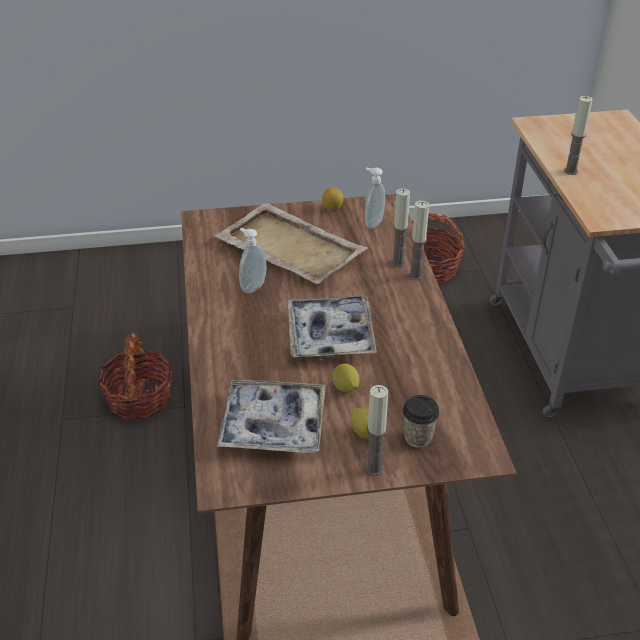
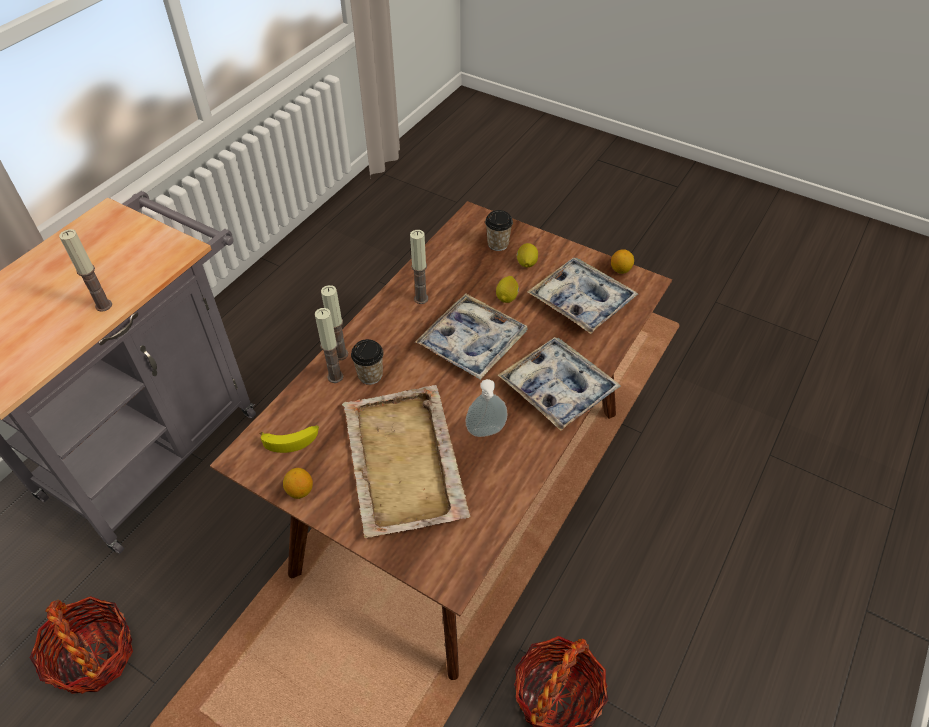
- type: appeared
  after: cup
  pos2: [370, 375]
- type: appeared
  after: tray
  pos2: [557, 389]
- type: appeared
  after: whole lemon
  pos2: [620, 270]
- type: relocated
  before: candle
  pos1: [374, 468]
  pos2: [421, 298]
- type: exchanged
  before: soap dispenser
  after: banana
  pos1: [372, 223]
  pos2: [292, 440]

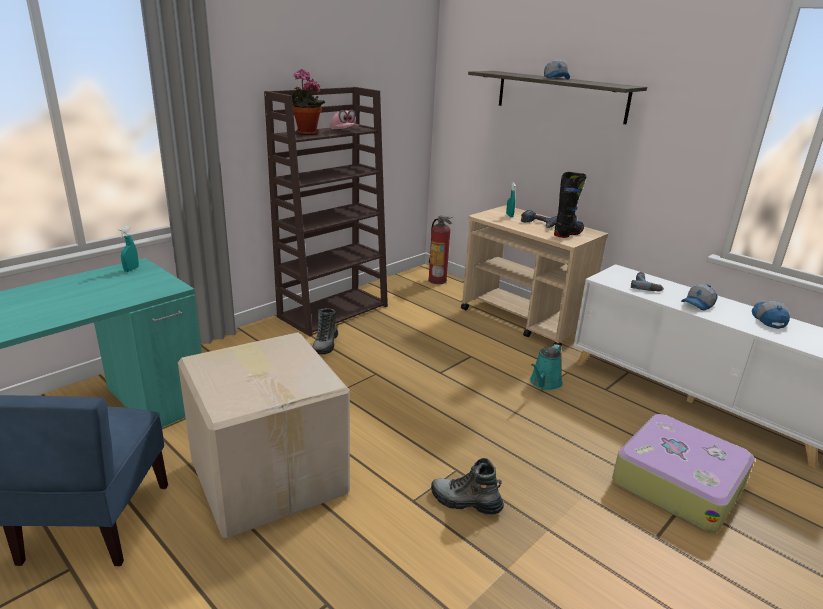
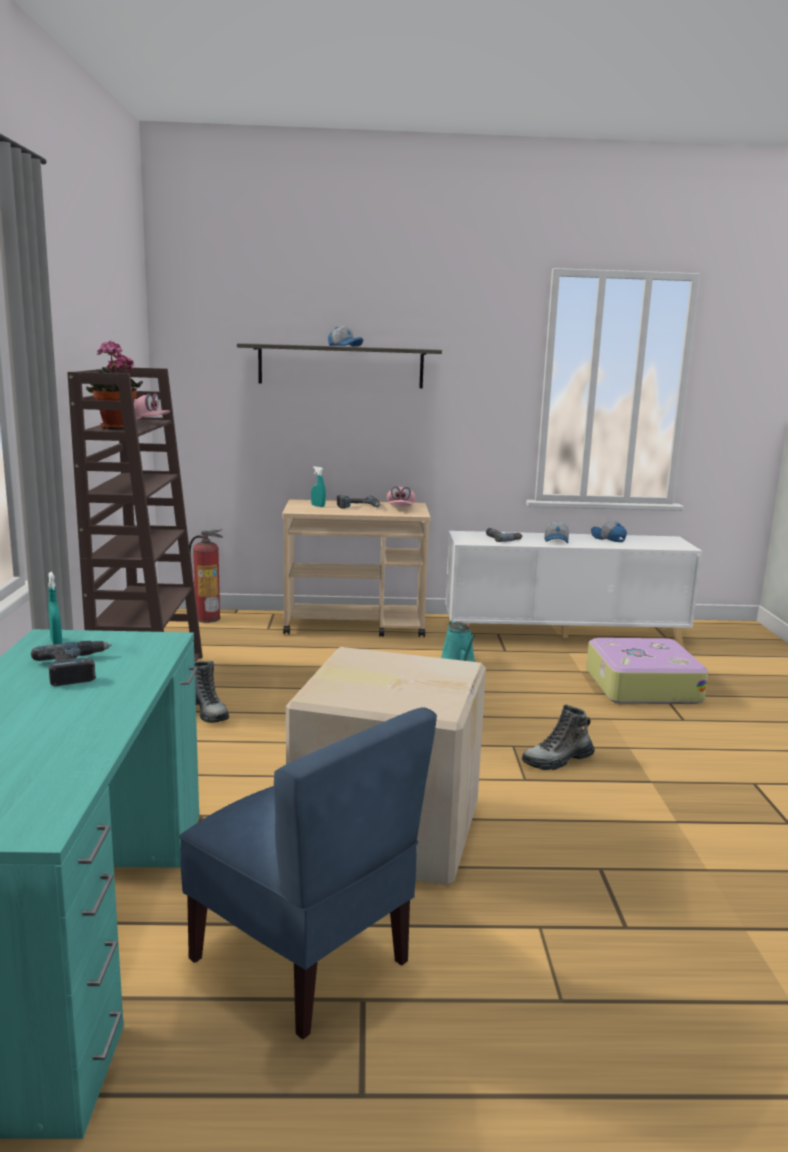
- type: appeared
  after: drill
  pos2: [76, 669]
- type: exchanged
  before: high-top boot/black
  after: peaked cap/pinkish
  pos1: [568, 234]
  pos2: [400, 509]

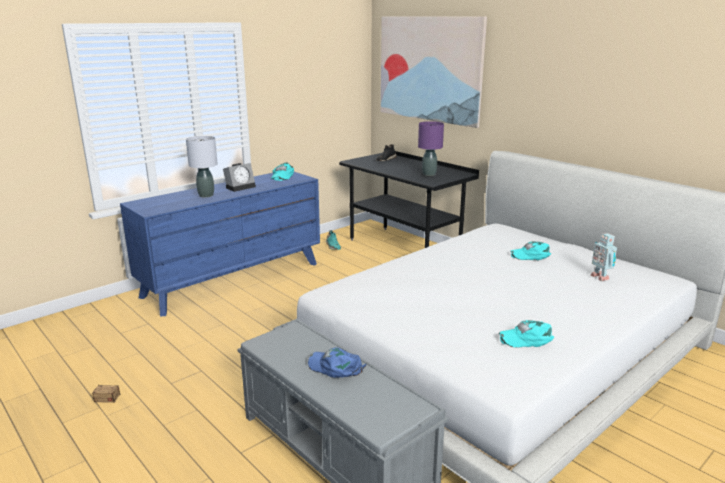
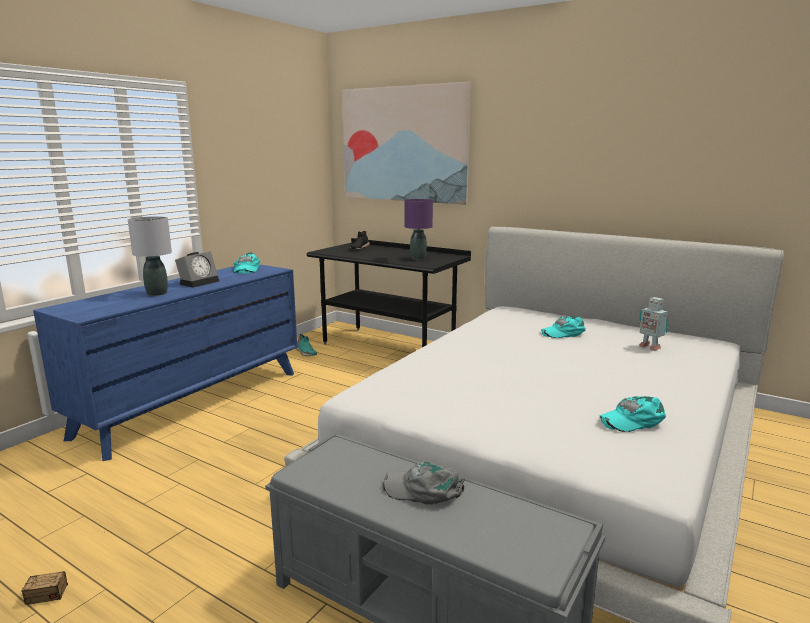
- type: colour
  before: peaked cap/blue
  after: peaked cap/greyish
  pos1: [335, 367]
  pos2: [424, 489]

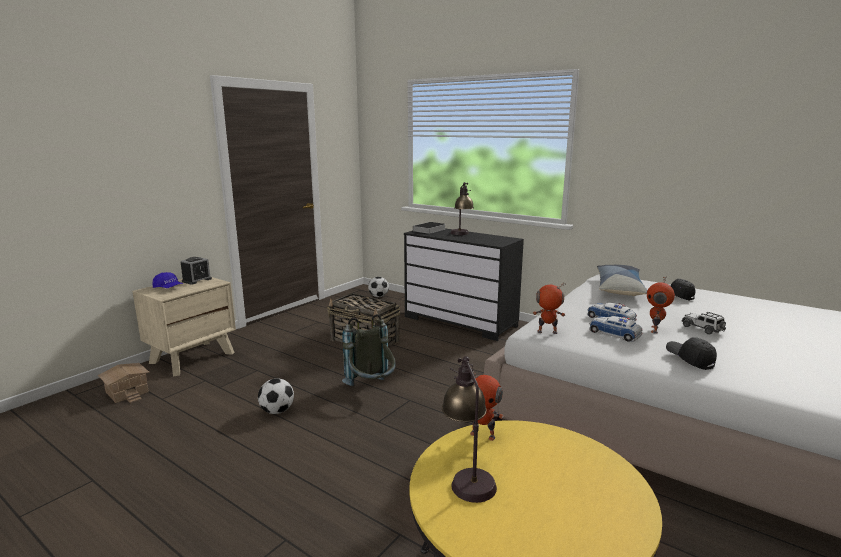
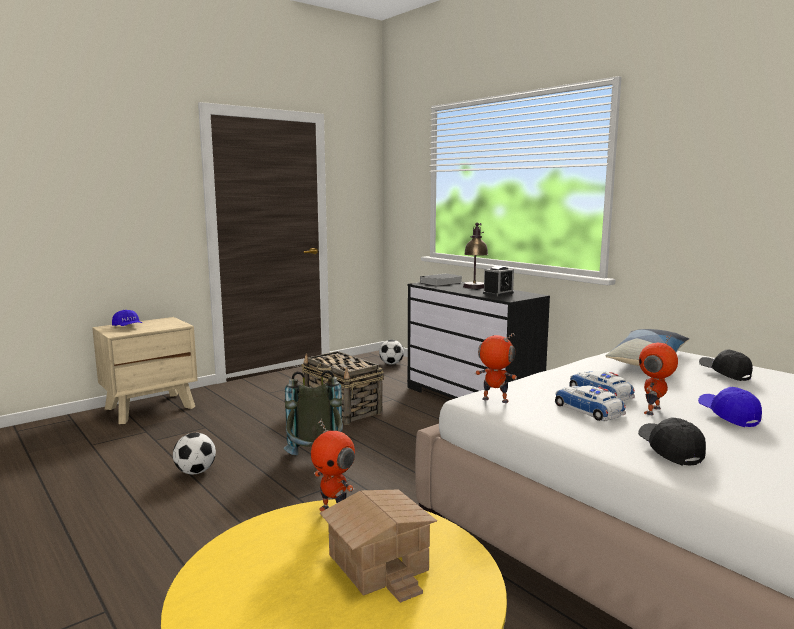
- type: missing
  before: tabletop lamp
  pos1: [467, 475]
- type: relocated
  before: model house
  pos1: [126, 392]
  pos2: [376, 563]
- type: relocated
  before: table clock
  pos1: [197, 280]
  pos2: [498, 293]
- type: exchanged
  before: toy car
  after: peaked cap/blue
  pos1: [702, 329]
  pos2: [728, 416]

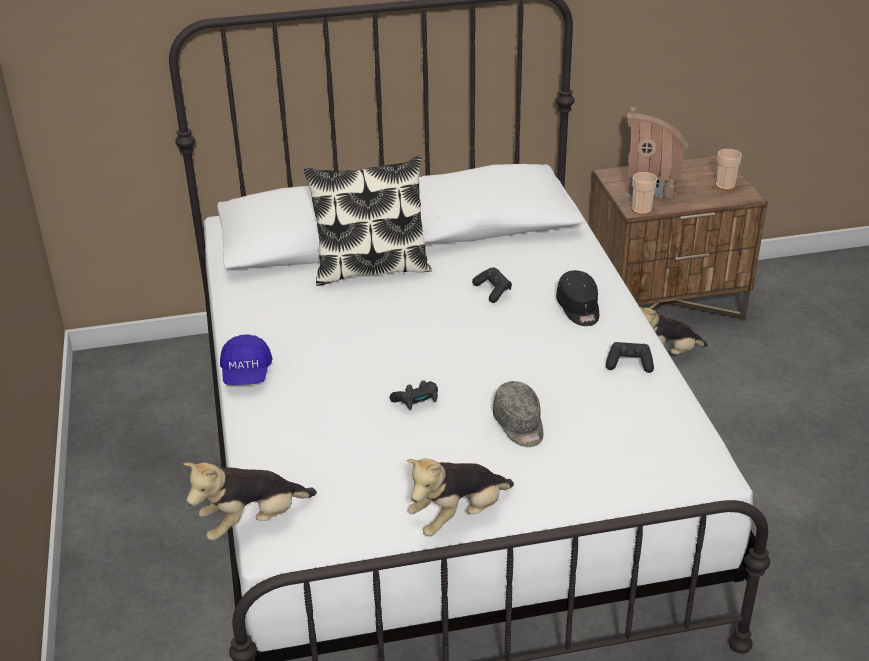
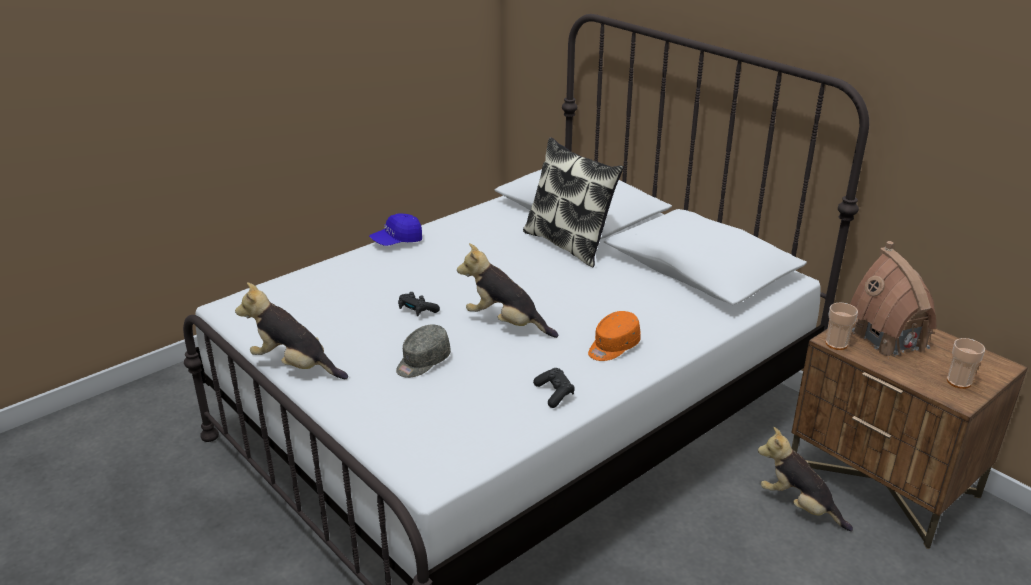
- type: missing
  before: game controller/black
  pos1: [493, 291]
- type: relocated
  before: cuddly toy
  pos1: [252, 522]
  pos2: [506, 323]
- type: colour
  before: peaked cap/black
  after: peaked cap/orange
  pos1: [579, 309]
  pos2: [613, 347]

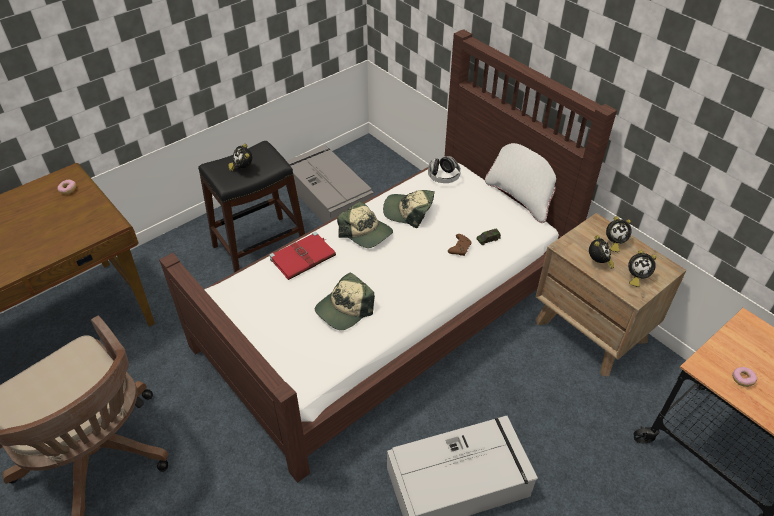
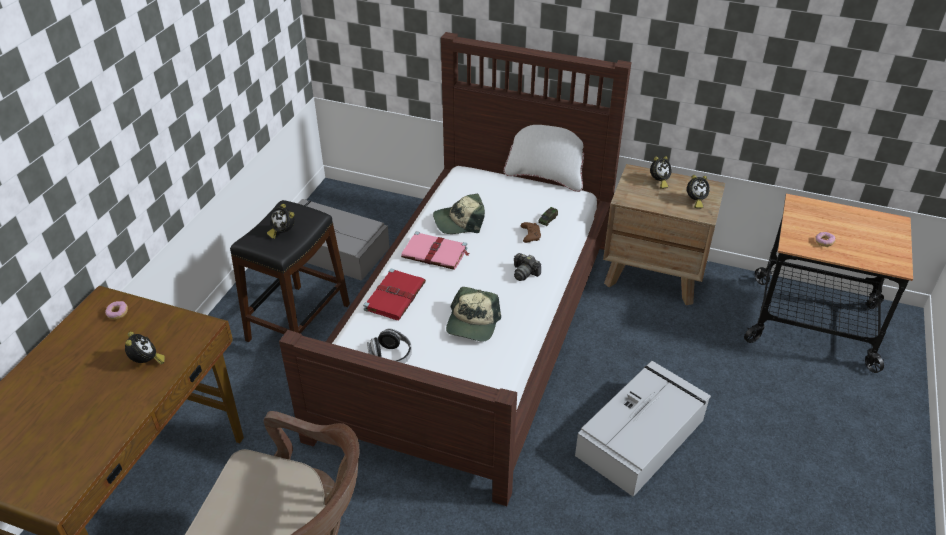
- type: appeared
  after: photo camera
  pos2: [524, 273]
- type: relocated
  before: pair of headphones
  pos1: [443, 177]
  pos2: [390, 357]
- type: relocated
  before: table clock
  pos1: [598, 262]
  pos2: [147, 362]
- type: exchanged
  before: peaked cap
  after: bound book/pinkish
  pos1: [366, 232]
  pos2: [436, 253]

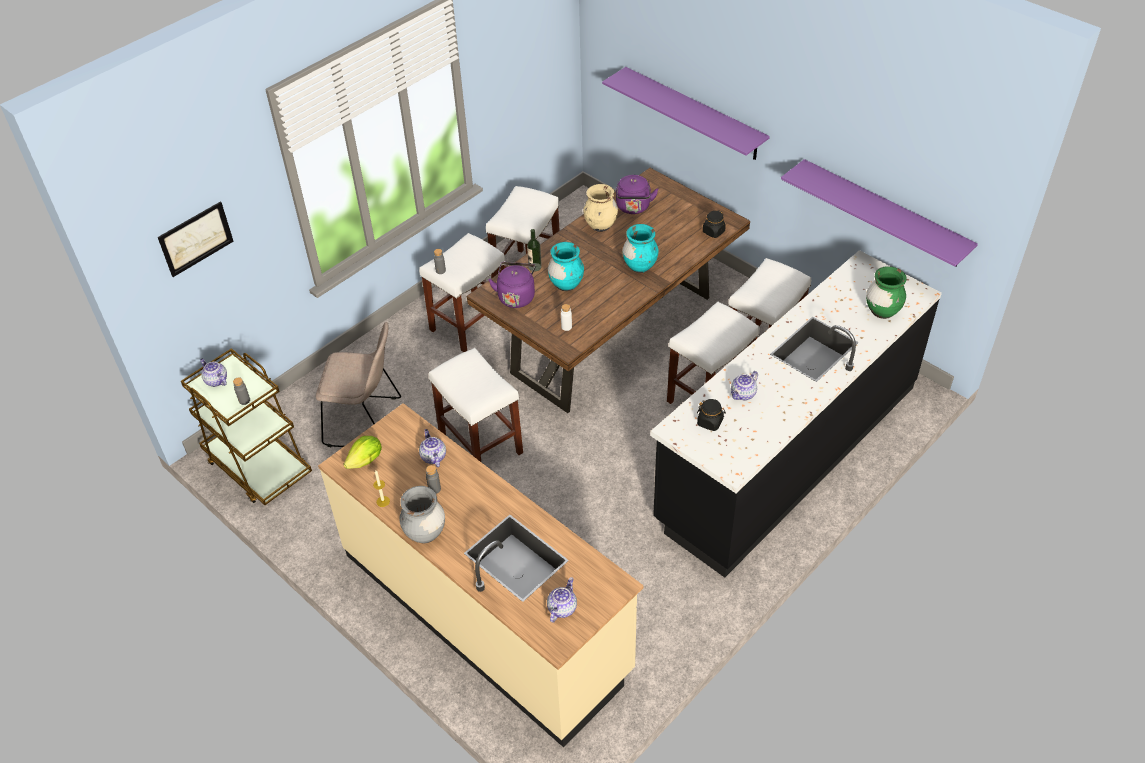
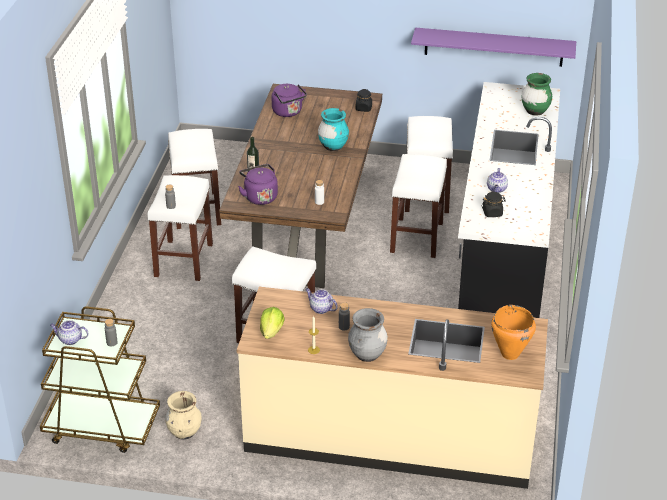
- type: missing
  before: wall art
  pos1: [196, 238]
- type: missing
  before: plain chair/beige
  pos1: [366, 422]
- type: missing
  before: flower vase/blue-green
  pos1: [566, 284]
- type: missing
  before: shelf/purple-coloured
  pos1: [694, 114]
- type: relocated
  before: flower vase/beige
  pos1: [600, 226]
  pos2: [184, 432]
- type: exchanged
  before: tea pot
  after: saucepot/orange
  pos1: [562, 608]
  pos2: [509, 354]

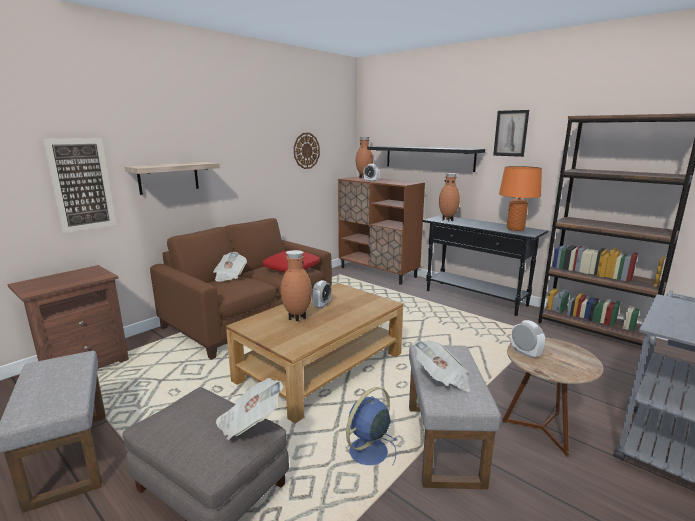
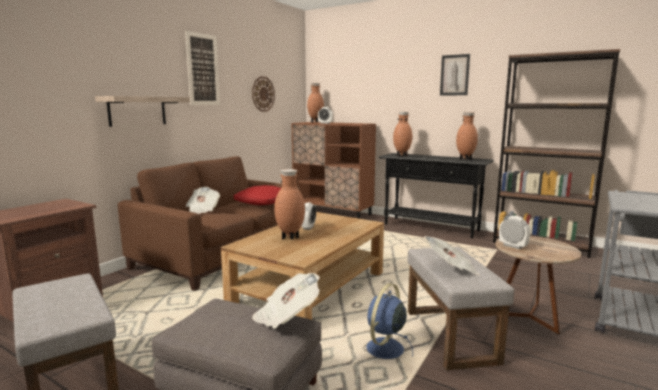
- type: missing
  before: shelf/black
  pos1: [428, 158]
- type: relocated
  before: wall art
  pos1: [82, 185]
  pos2: [203, 69]
- type: exchanged
  before: tabletop lamp/orange
  after: flower vase/brown
  pos1: [515, 229]
  pos2: [465, 159]

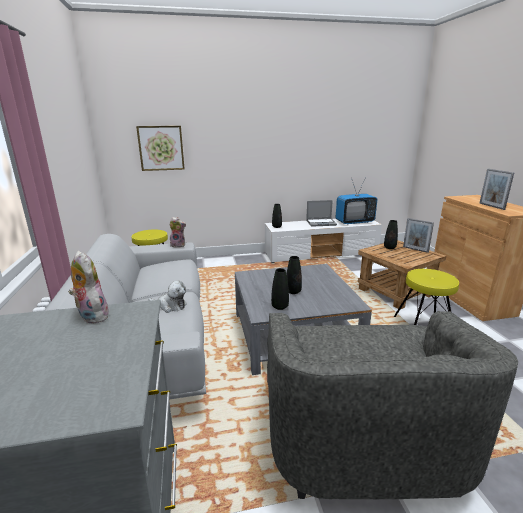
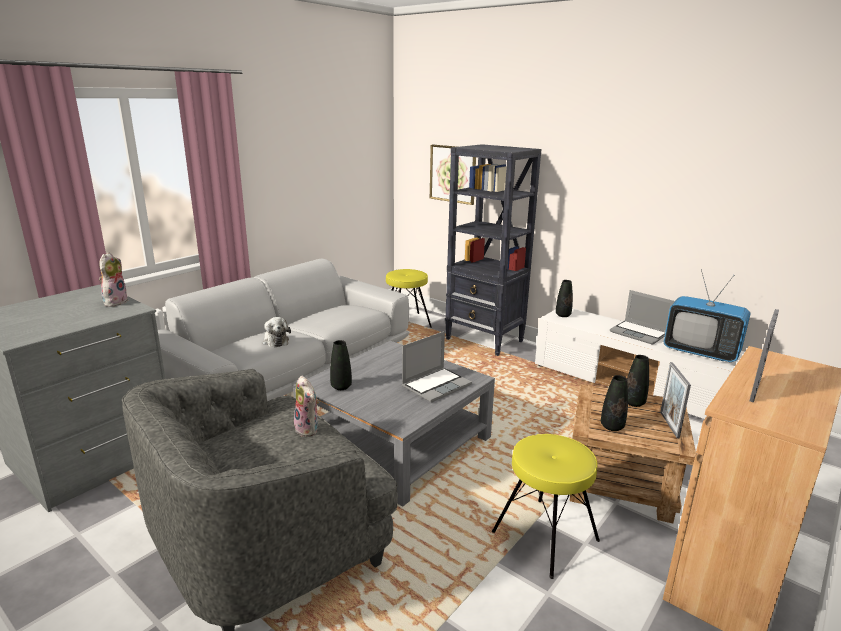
- type: appeared
  after: notebook computer
  pos2: [436, 385]
- type: appeared
  after: shelving unit/black
  pos2: [485, 341]
- type: relocated
  before: cuddly toy
  pos1: [178, 245]
  pos2: [309, 429]
- type: relocated
  before: flower vase/black
  pos1: [293, 291]
  pos2: [612, 427]

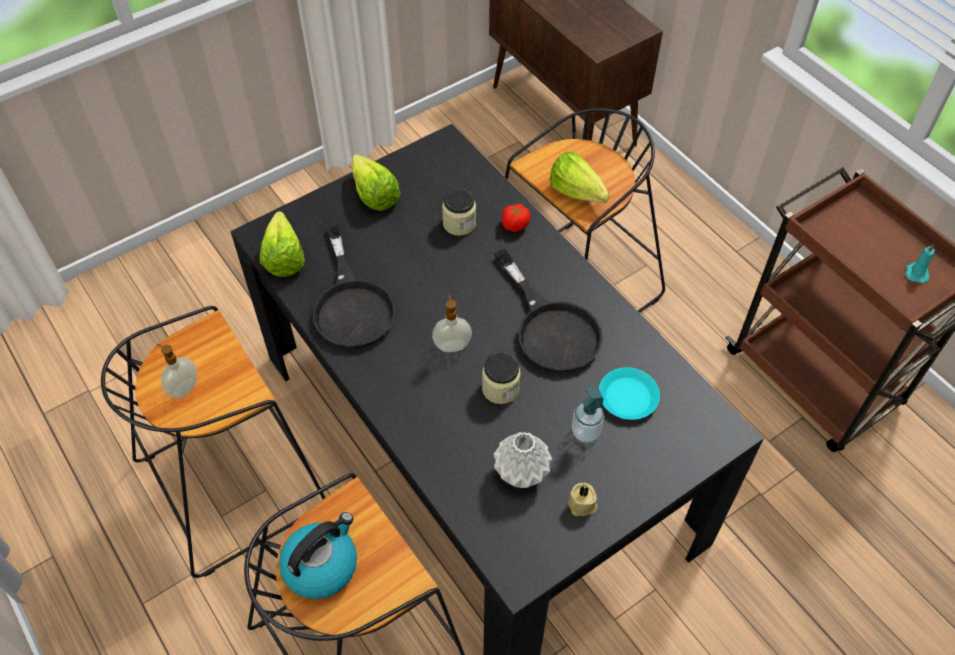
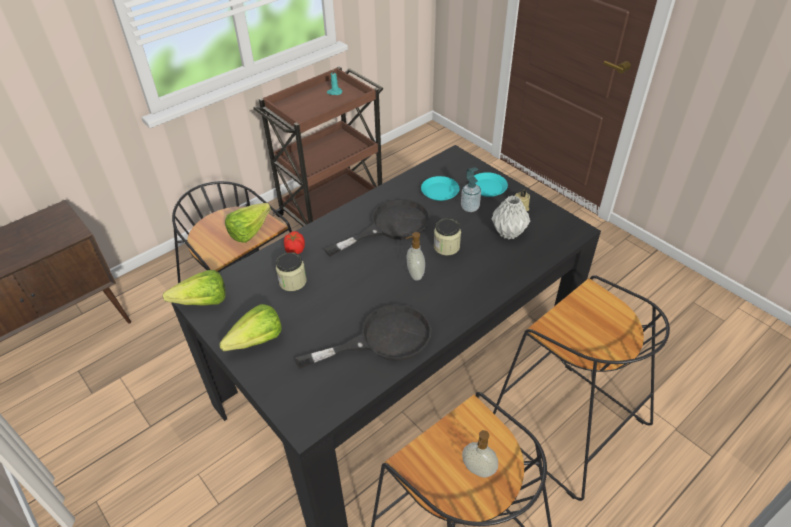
- type: missing
  before: tea kettle
  pos1: [321, 565]
- type: appeared
  after: dinner plate/blue-green
  pos2: [487, 187]
- type: relocated
  before: head of lettuce
  pos1: [285, 254]
  pos2: [198, 302]

